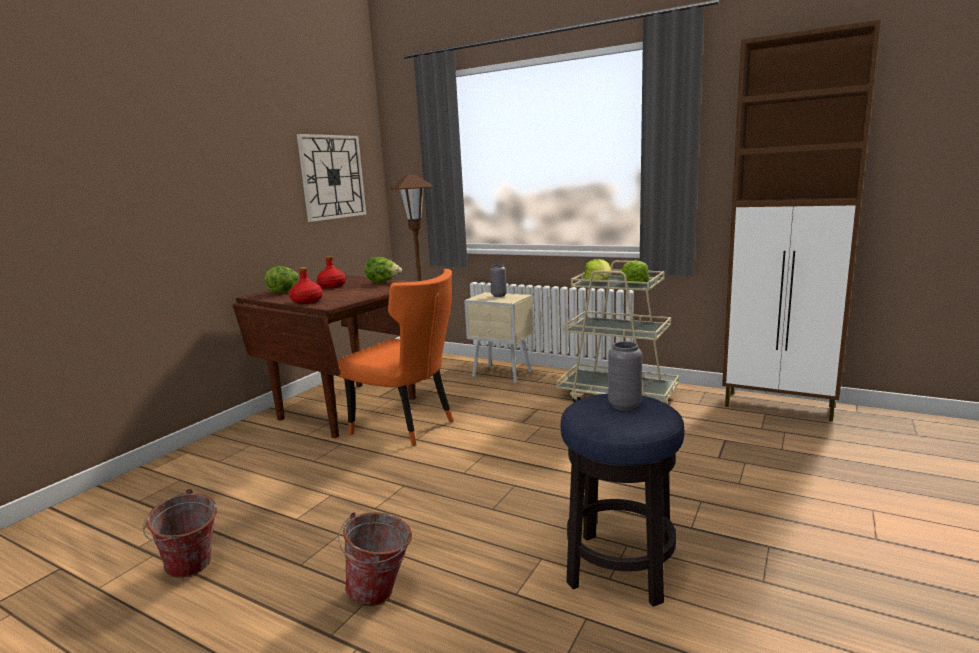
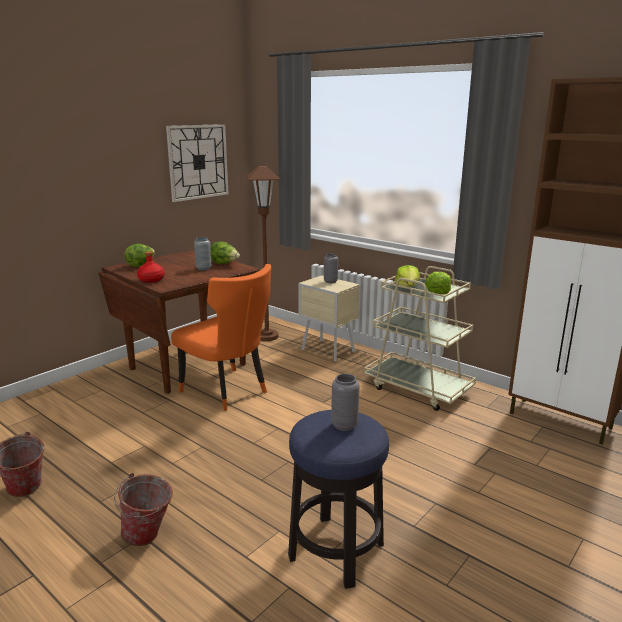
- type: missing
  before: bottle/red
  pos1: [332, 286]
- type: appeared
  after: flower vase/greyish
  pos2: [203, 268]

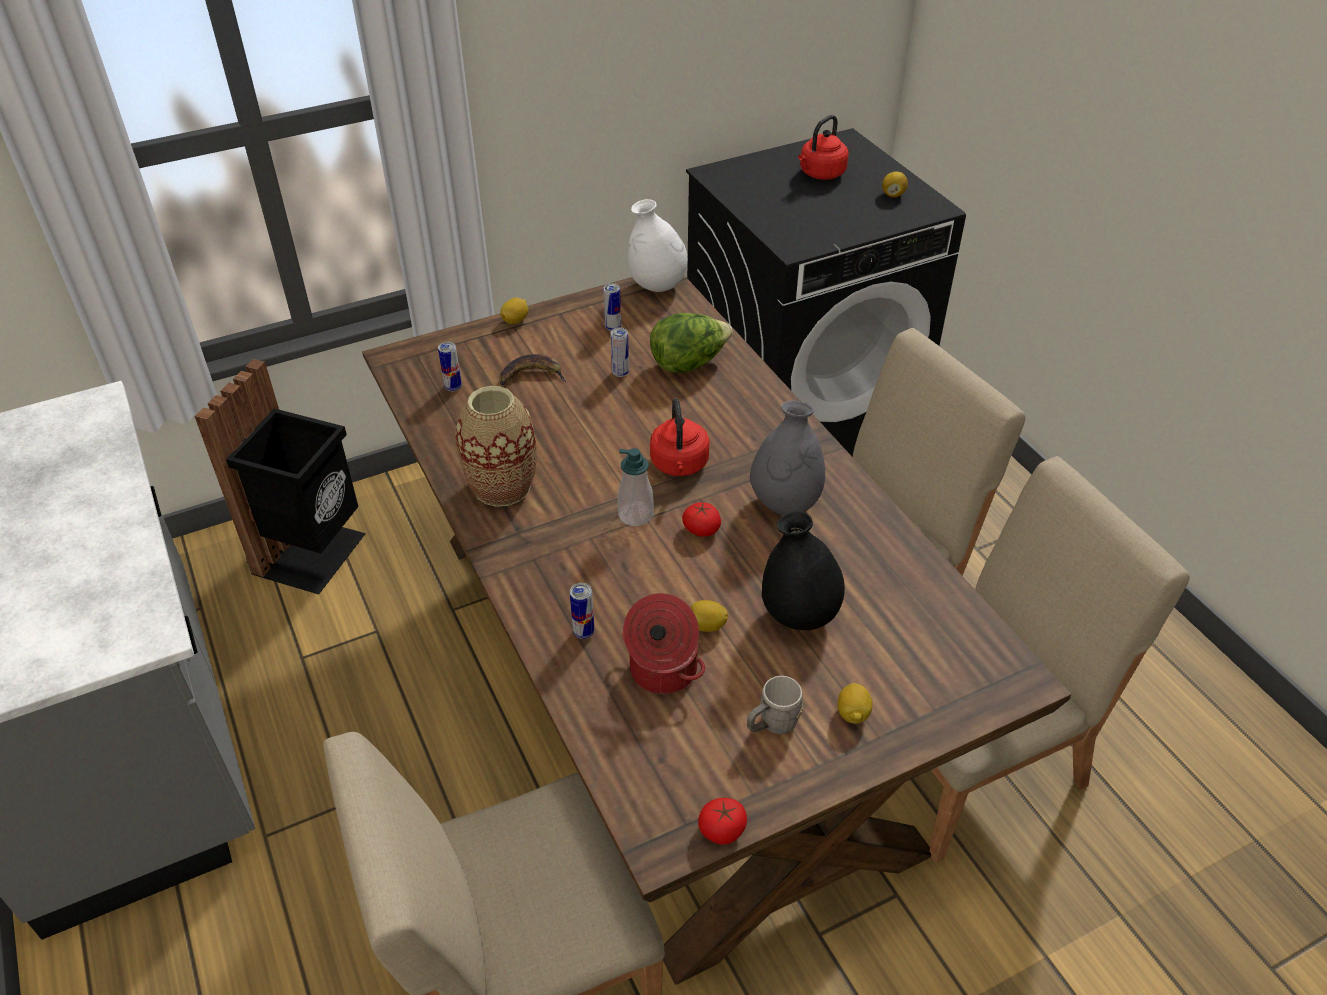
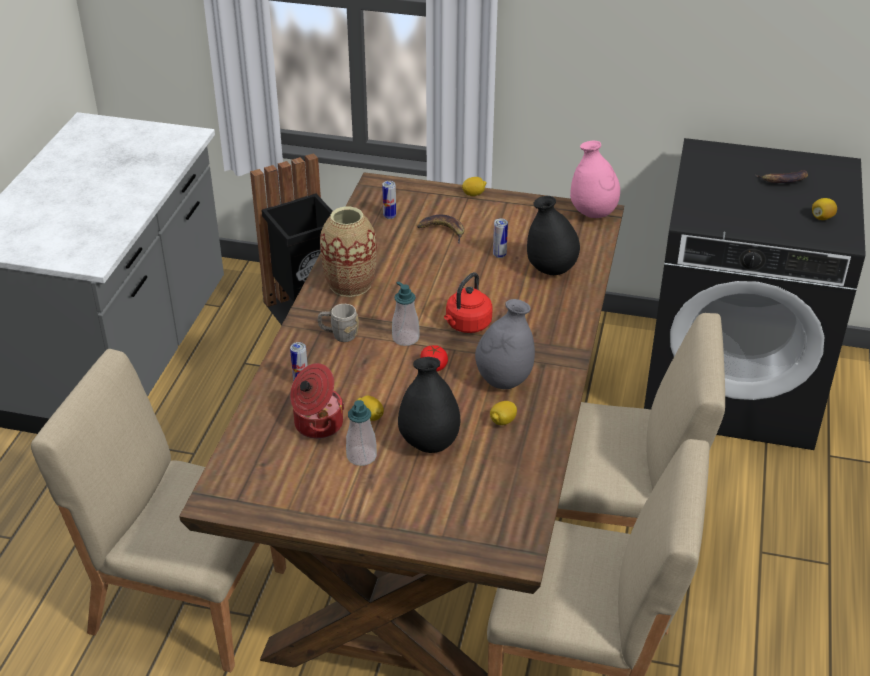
- type: missing
  before: sealed can
  pos1: [613, 327]
- type: missing
  before: whole tomato
  pos1: [722, 829]
- type: appeared
  after: soap dispenser
  pos2: [361, 456]
- type: relocated
  before: tea mug/greyish
  pos1: [772, 725]
  pos2: [339, 335]
- type: relocated
  before: whole lemon
  pos1: [852, 713]
  pos2: [503, 421]
- type: exchanged
  before: head of lettuce
  after: flower vase/black
  pos1: [689, 363]
  pos2: [551, 270]
- type: exchanged
  before: tea kettle/red
  after: banana
  pos1: [820, 174]
  pos2: [783, 181]
- type: colour
  before: flower vase/whitish
  after: flower vase/pinkish
  pos1: [657, 286]
  pos2: [593, 213]

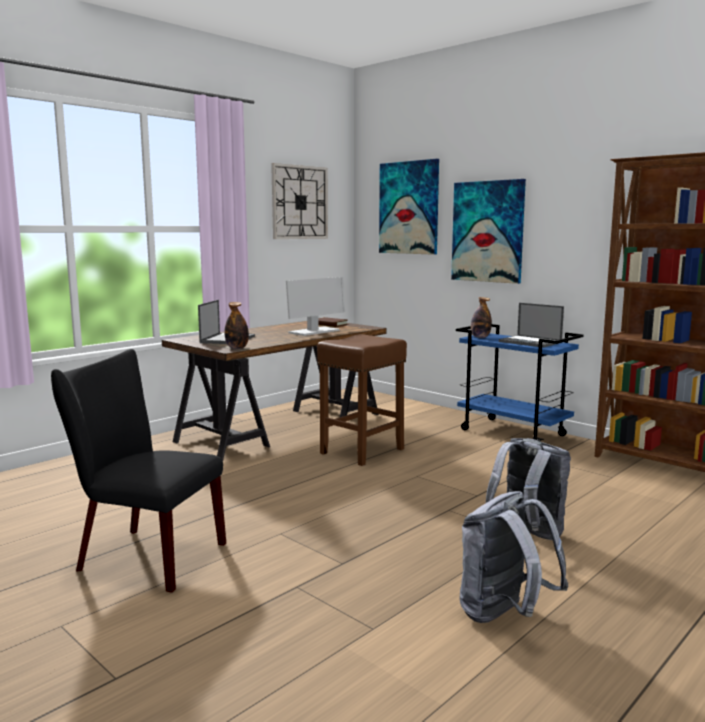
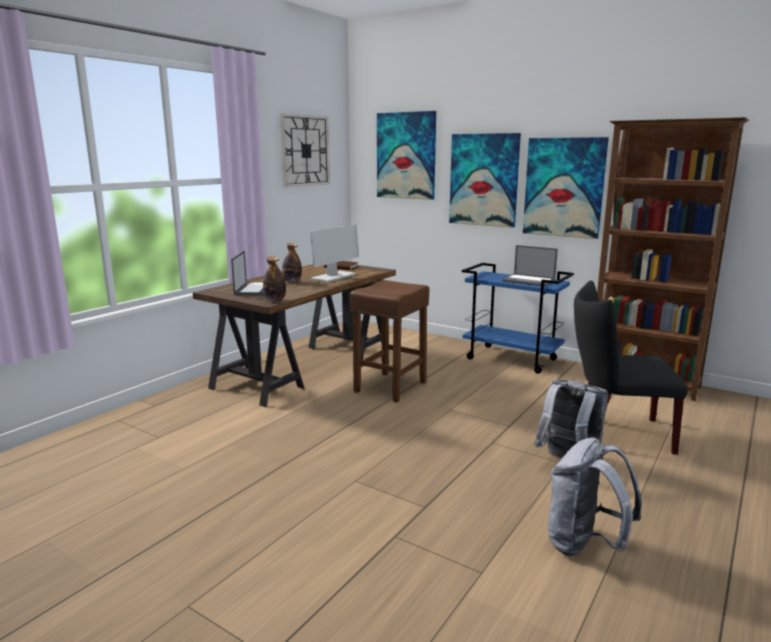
- type: appeared
  after: wall art
  pos2: [564, 187]
- type: relocated
  before: plain chair/black
  pos1: [143, 556]
  pos2: [615, 433]
- type: relocated
  before: bottle
  pos1: [480, 337]
  pos2: [292, 281]

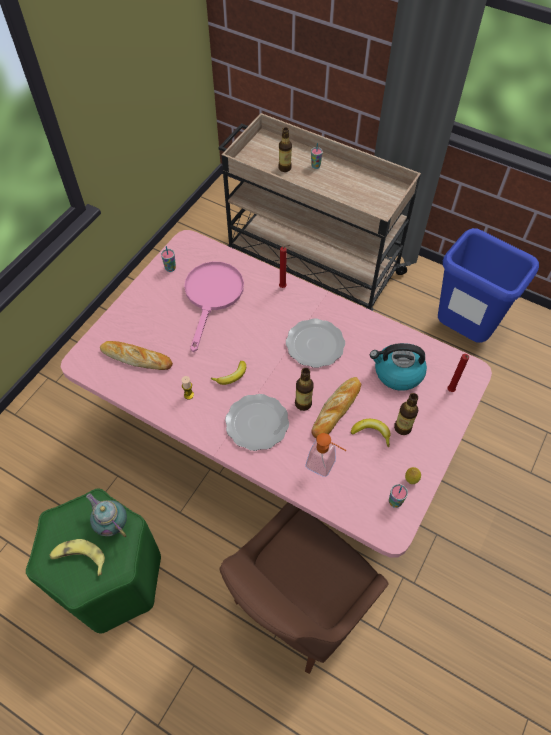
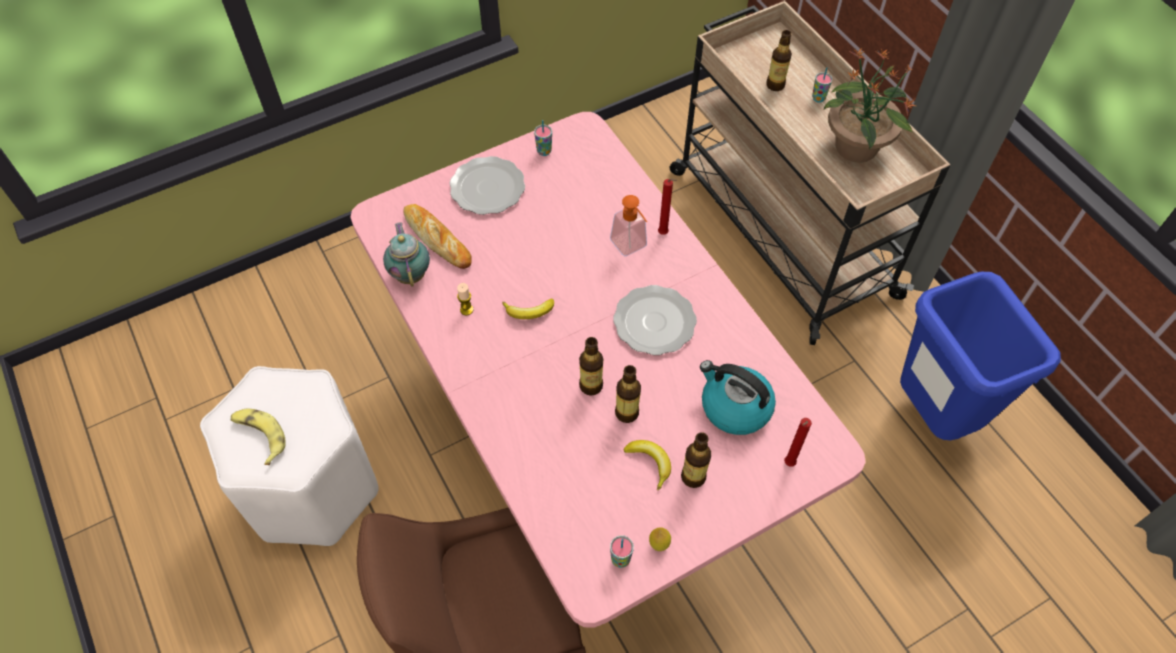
- type: missing
  before: pan/pinkish
  pos1: [212, 296]
- type: appeared
  after: plant in a pot
  pos2: [856, 148]
- type: relocated
  before: tea pot
  pos1: [112, 524]
  pos2: [410, 273]
- type: relocated
  before: dinner plate
  pos1: [258, 423]
  pos2: [489, 188]
- type: relocated
  before: soap dispenser
  pos1: [325, 466]
  pos2: [632, 247]
- type: exchanged
  before: baked bread
  after: bottle
  pos1: [336, 409]
  pos2: [626, 413]
- type: colour
  before: sitting stool/green-coloured
  after: sitting stool/whitish
  pos1: [111, 577]
  pos2: [313, 487]

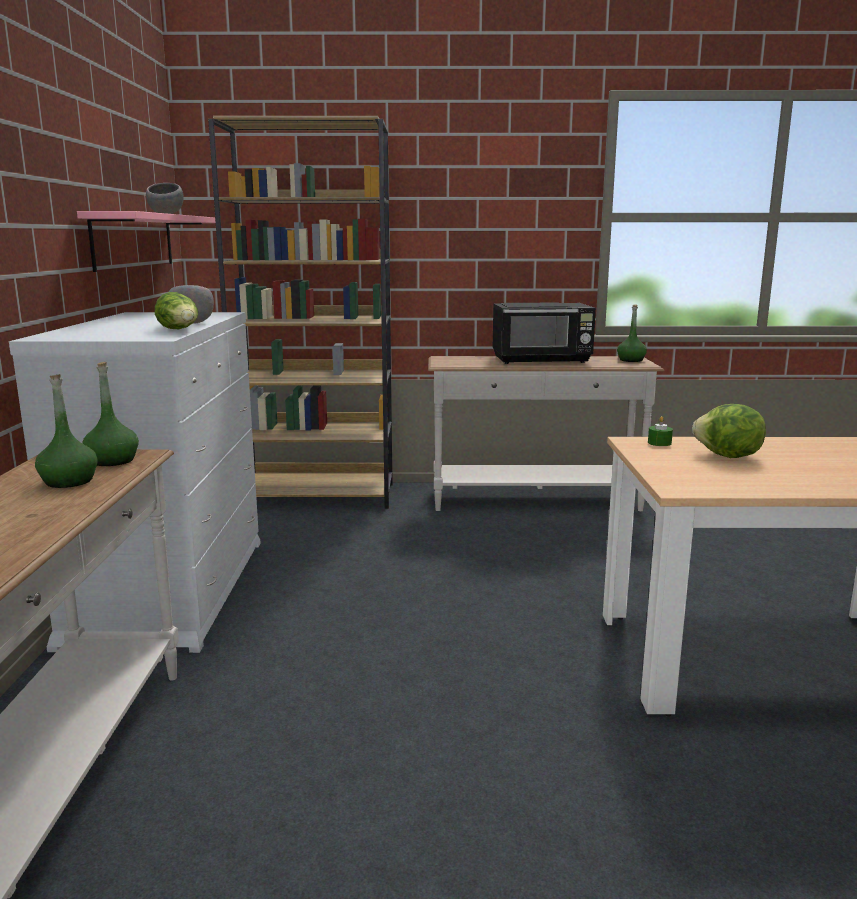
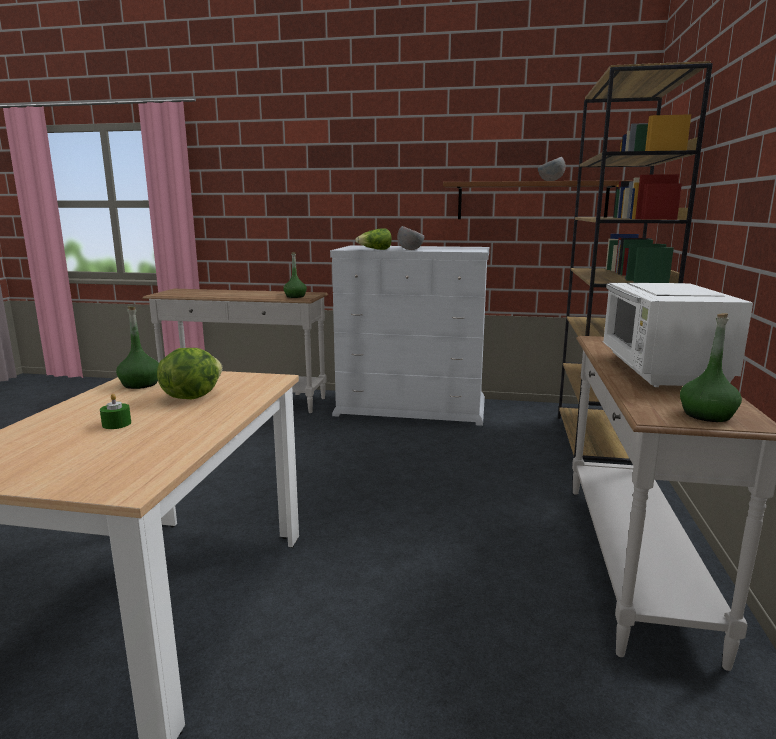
- type: relocated
  before: bottle/green-coloured
  pos1: [68, 481]
  pos2: [140, 384]
- type: relocated
  before: candle/green-coloured
  pos1: [659, 443]
  pos2: [116, 424]
- type: colour
  before: shelf/pinkish
  after: shelf/brown
  pos1: [134, 241]
  pos2: [531, 201]
- type: colour
  before: microwave/black
  after: microwave/whitish
  pos1: [542, 360]
  pos2: [661, 371]

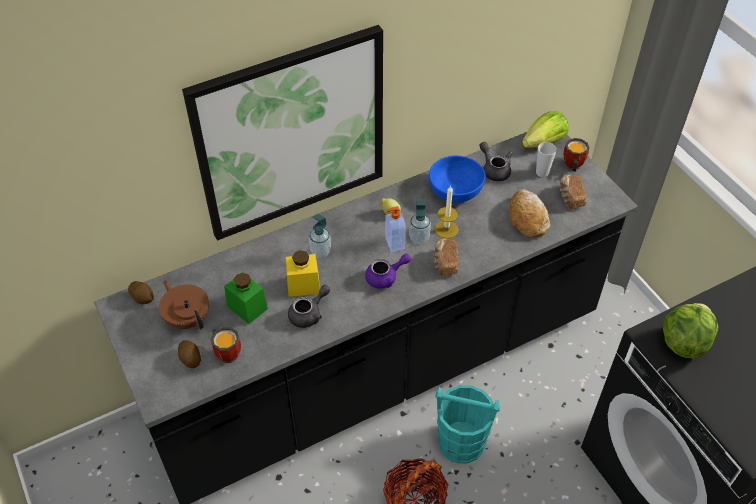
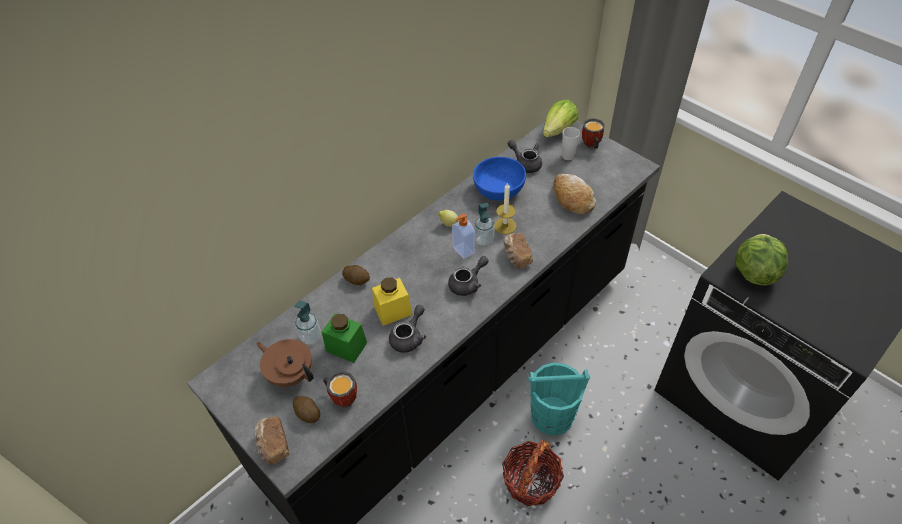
- type: missing
  before: wall art
  pos1: [291, 134]
- type: relocated
  before: potato
  pos1: [143, 298]
  pos2: [357, 280]
- type: relocated
  before: soap dispenser
  pos1: [320, 252]
  pos2: [311, 337]
- type: relocated
  before: baked bread
  pos1: [570, 198]
  pos2: [273, 445]
- type: colour
  before: tea pot/purple-coloured
  after: tea pot/greyish
  pos1: [386, 277]
  pos2: [468, 283]

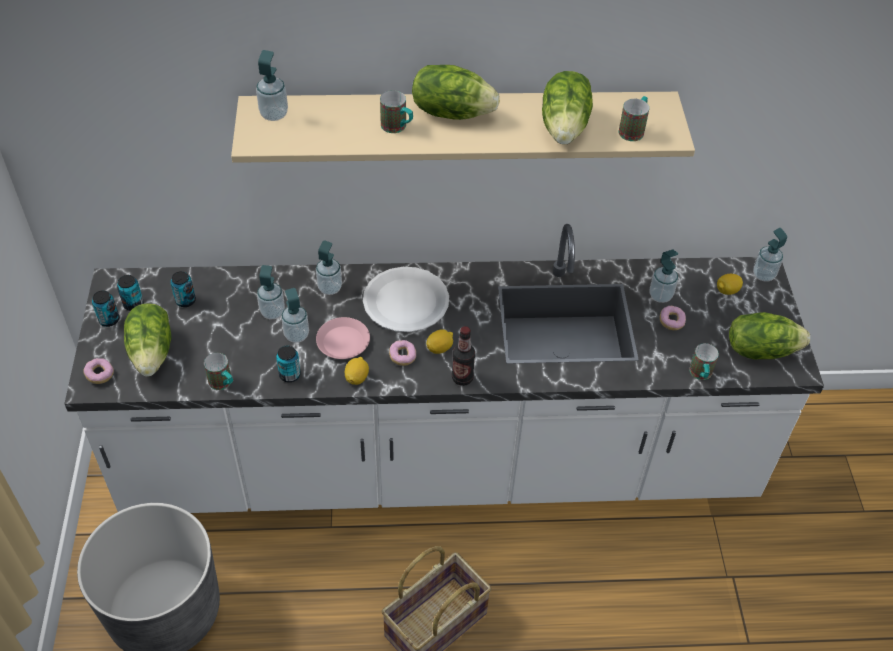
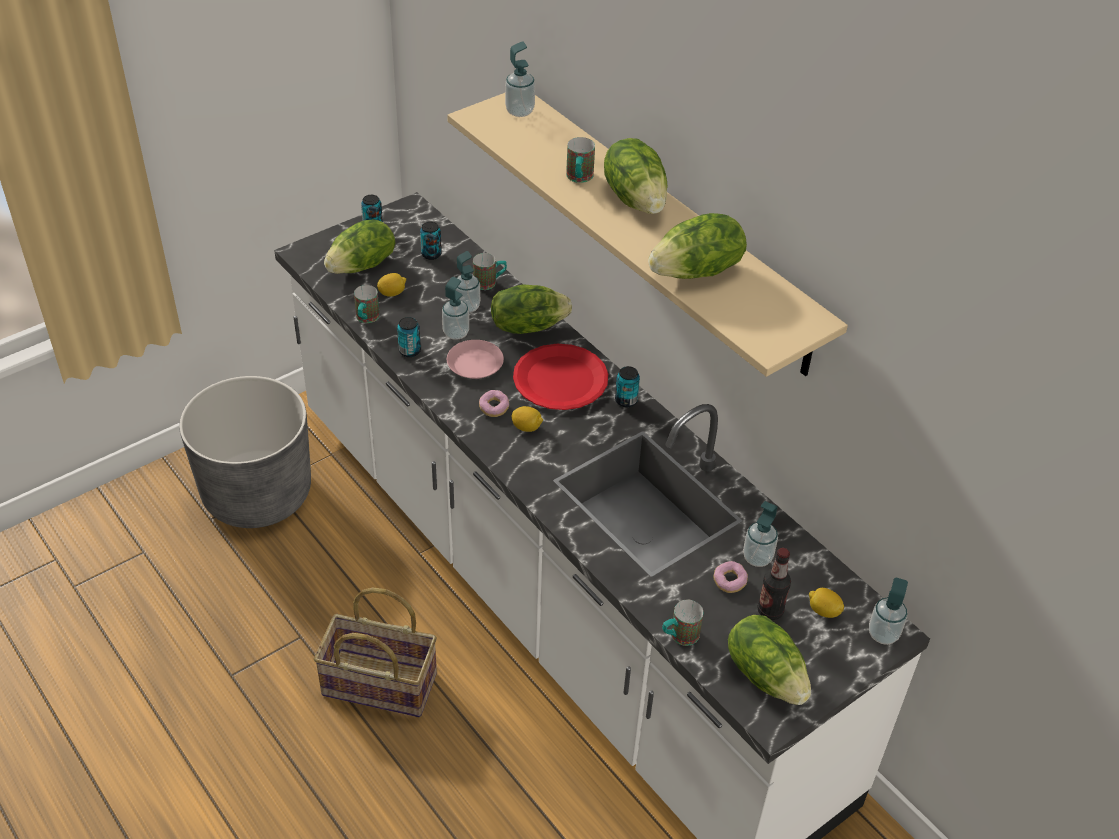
- type: missing
  before: ring doughnut
  pos1: [100, 375]
- type: relocated
  before: sealed can
  pos1: [133, 304]
  pos2: [626, 400]
- type: relocated
  before: whole lemon
  pos1: [357, 378]
  pos2: [392, 293]
- type: relocated
  before: bottle
  pos1: [462, 378]
  pos2: [770, 611]
- type: relocated
  before: tea mug
  pos1: [633, 129]
  pos2: [489, 283]
- type: exchanged
  before: soap dispenser
  after: head of lettuce
  pos1: [330, 288]
  pos2: [527, 326]
- type: colour
  before: dinner plate/whitish
  after: dinner plate/red
  pos1: [406, 301]
  pos2: [560, 379]

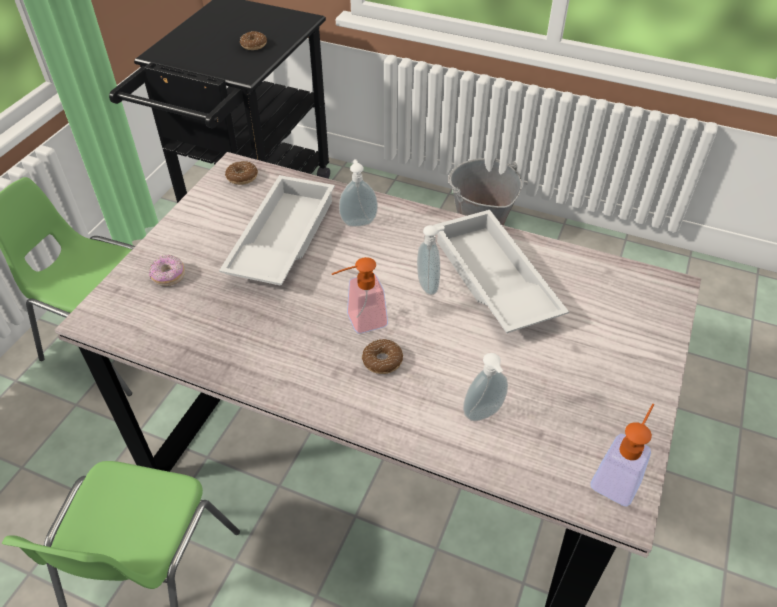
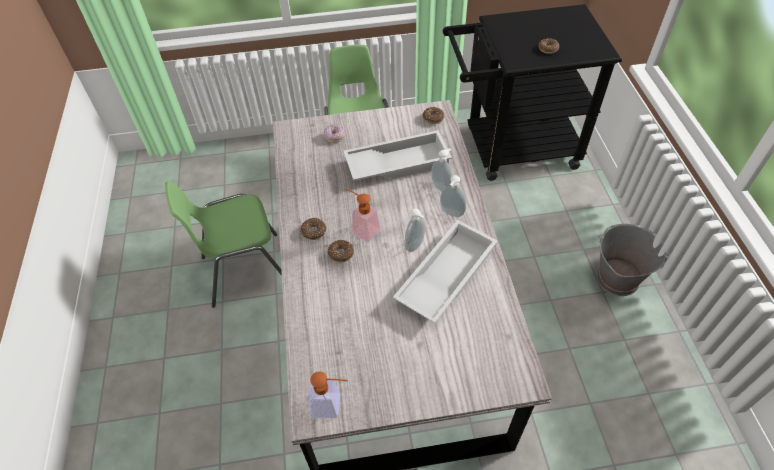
- type: appeared
  after: ring doughnut
  pos2: [313, 231]
- type: relocated
  before: soap dispenser
  pos1: [484, 415]
  pos2: [451, 213]

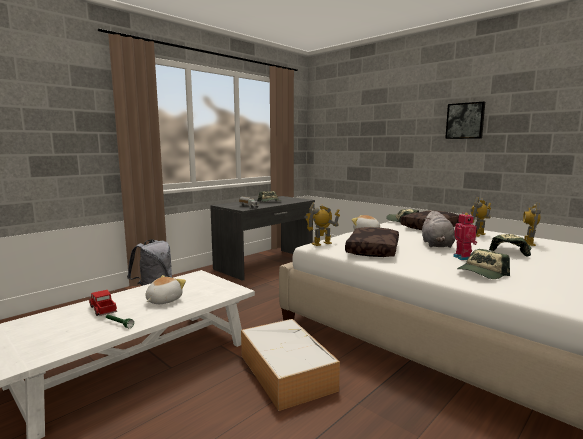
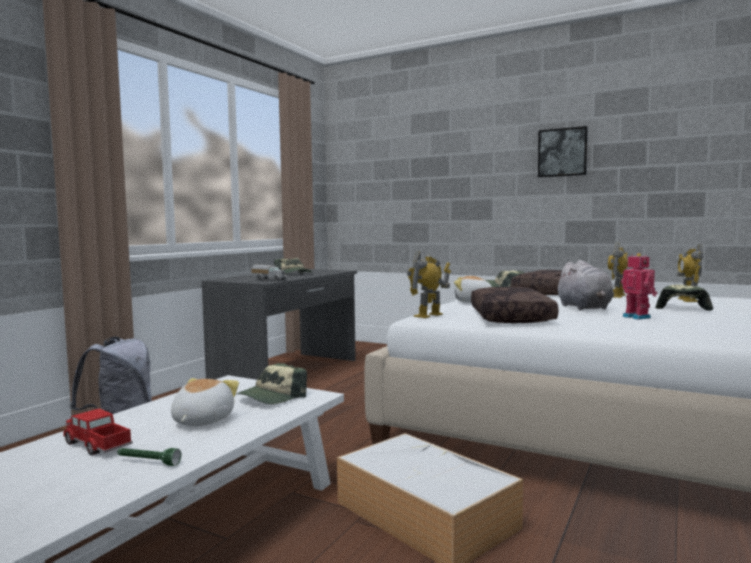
- type: relocated
  before: peaked cap
  pos1: [482, 273]
  pos2: [272, 397]

